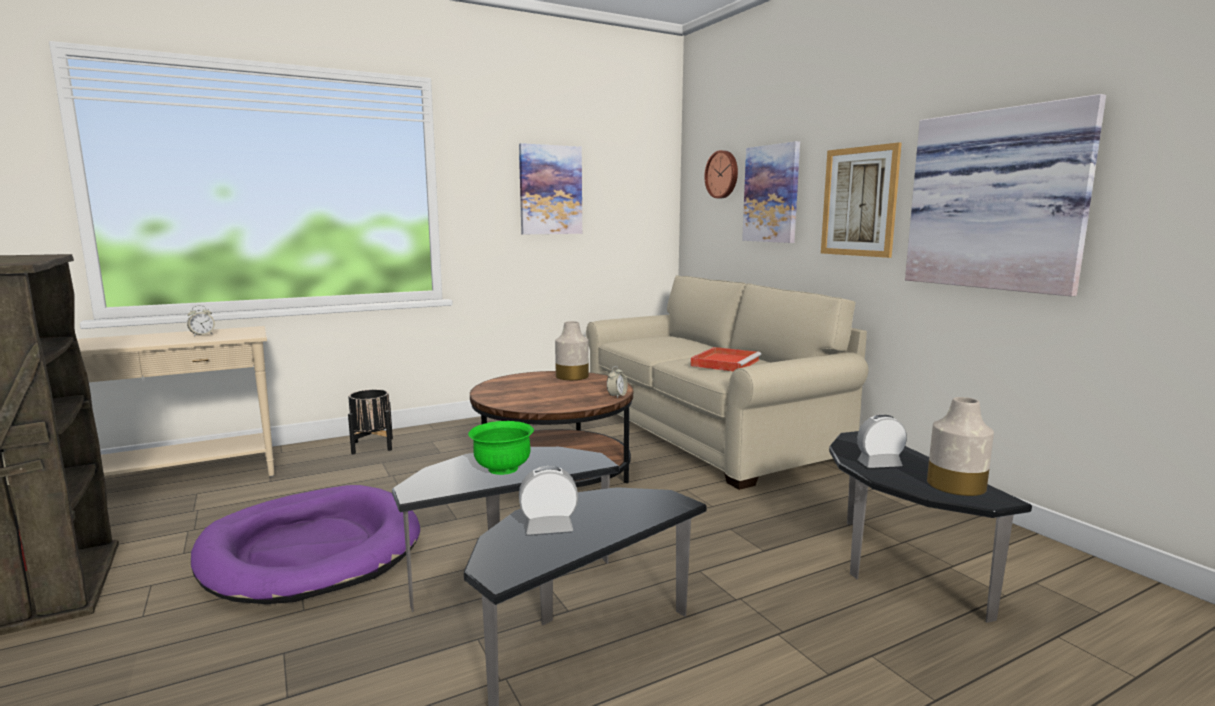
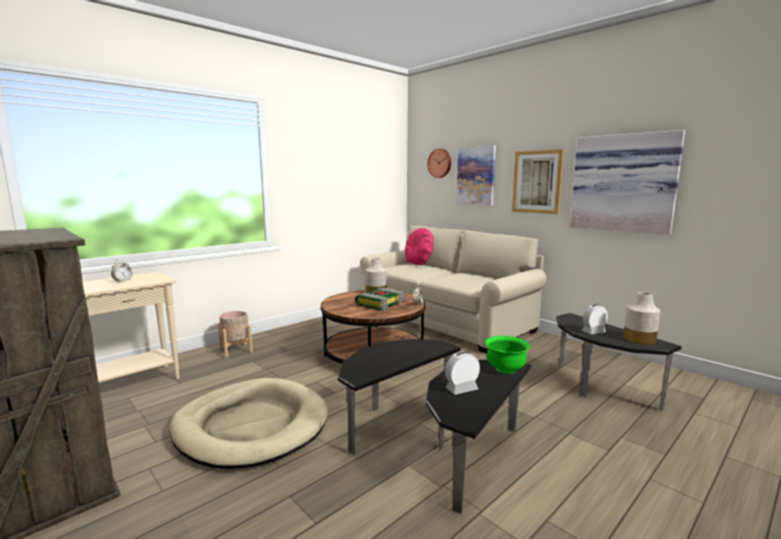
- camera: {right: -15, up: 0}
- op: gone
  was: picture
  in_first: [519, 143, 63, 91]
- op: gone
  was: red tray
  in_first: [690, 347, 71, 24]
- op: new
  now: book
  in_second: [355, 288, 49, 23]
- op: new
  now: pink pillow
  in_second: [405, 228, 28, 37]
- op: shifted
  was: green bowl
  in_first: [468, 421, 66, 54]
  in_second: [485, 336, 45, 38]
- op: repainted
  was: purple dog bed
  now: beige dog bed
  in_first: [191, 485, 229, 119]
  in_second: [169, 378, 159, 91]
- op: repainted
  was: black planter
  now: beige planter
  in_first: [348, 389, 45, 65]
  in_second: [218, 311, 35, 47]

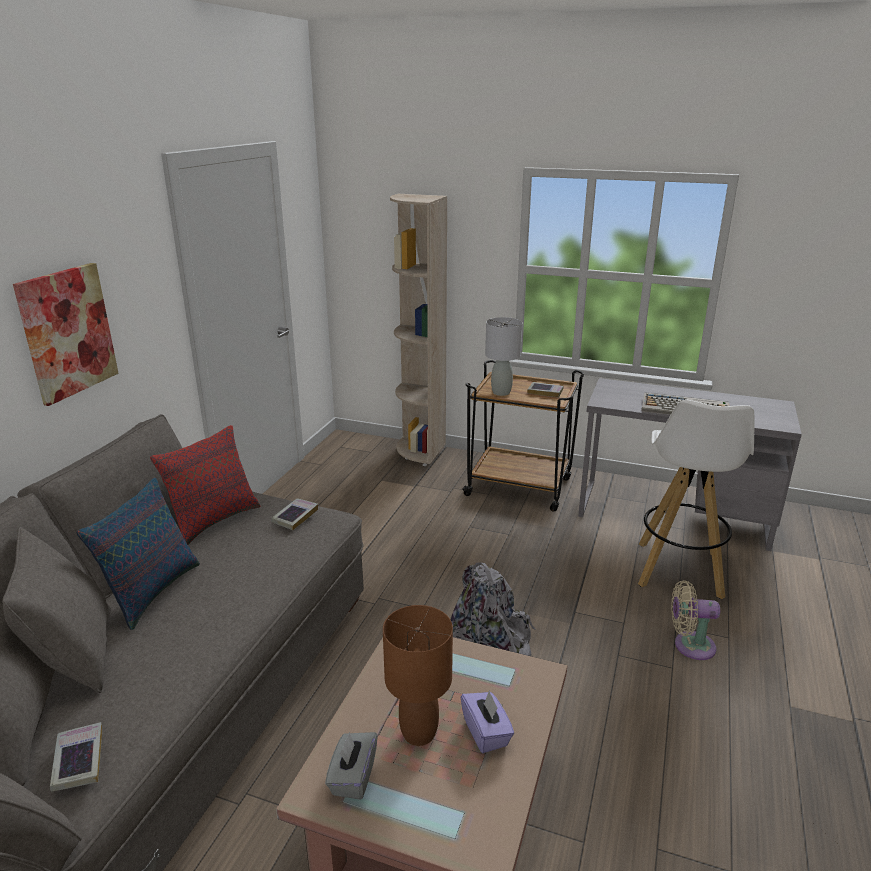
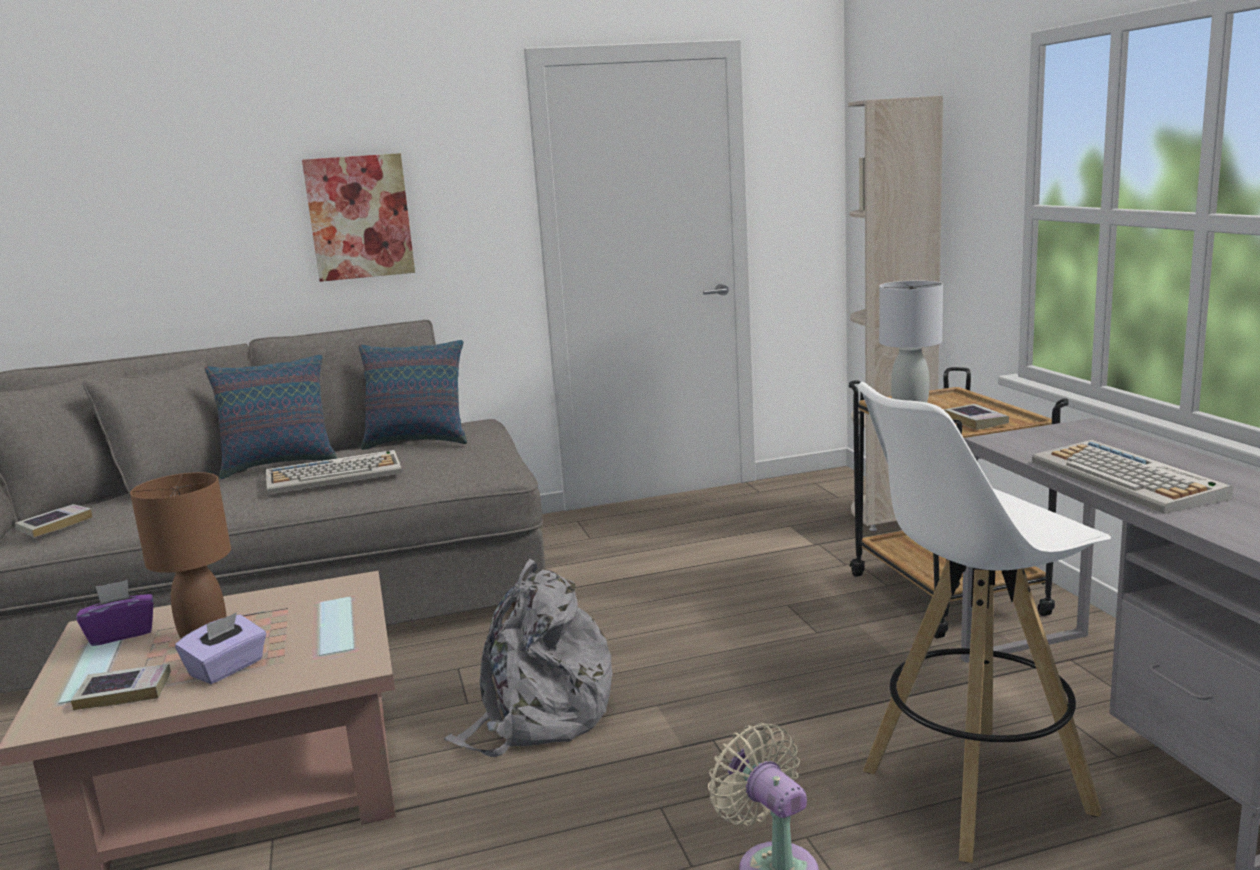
- camera: {right: 55, up: -10}
- op: new
  now: keyboard
  in_second: [266, 450, 136, 44]
- op: shifted
  was: book
  in_first: [271, 498, 47, 32]
  in_second: [71, 664, 100, 46]
- op: repainted
  was: red pillow
  now: blue pillow
  in_first: [150, 425, 111, 120]
  in_second: [359, 340, 108, 110]
- op: repainted
  was: grey tissue box
  now: purple tissue box
  in_first: [325, 732, 53, 68]
  in_second: [76, 580, 77, 66]

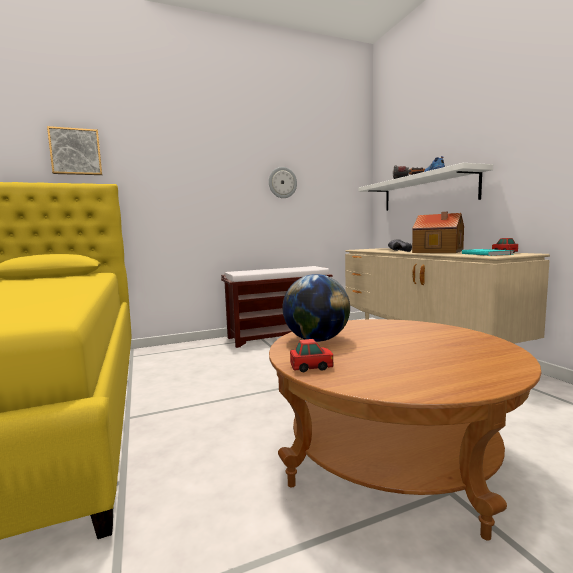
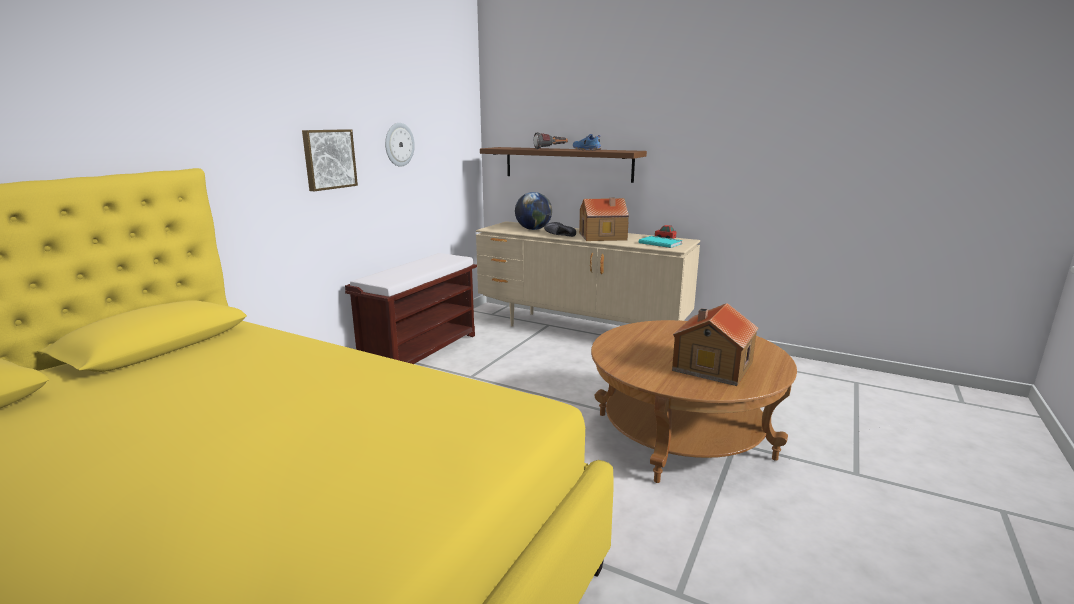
- camera: {right: -40, up: 10}
- op: gone
  was: toy car
  in_first: [290, 339, 43, 33]
- op: new
  now: toy house
  in_second: [672, 303, 87, 83]
- op: shifted
  was: picture
  in_first: [47, 126, 56, 49]
  in_second: [302, 129, 56, 62]
- op: shifted
  was: globe
  in_first: [282, 274, 68, 68]
  in_second: [515, 192, 37, 38]
- op: repainted
  was: white shelf
  now: brown shelf
  in_first: [358, 163, 135, 48]
  in_second: [480, 147, 167, 36]

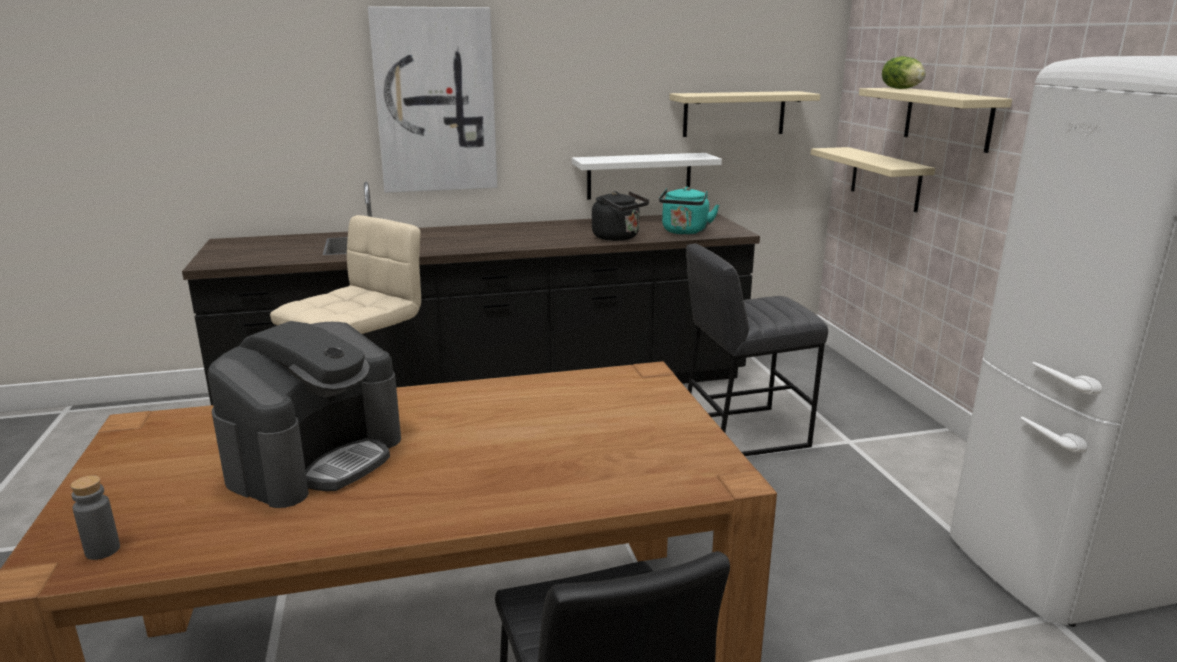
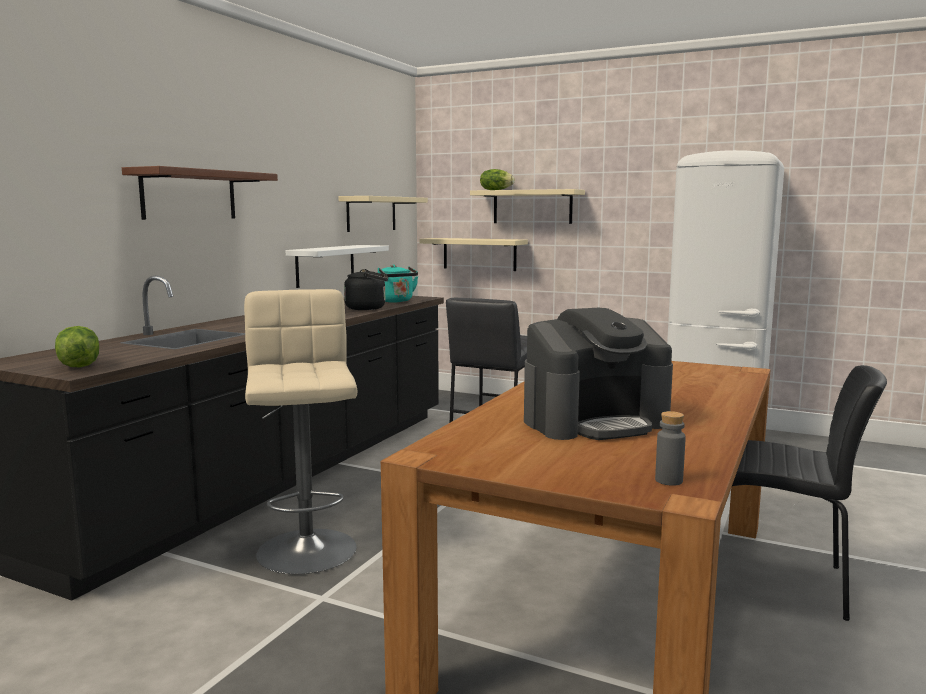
- camera: {right: -50, up: -10}
- op: new
  now: lettuce
  in_second: [55, 326, 44, 42]
- op: swapped
  was: picture
  now: brown shelf
  in_first: [368, 6, 129, 187]
  in_second: [122, 166, 156, 54]
- op: rotated
  was: coffee machine
  in_first: [208, 321, 193, 187]
  in_second: [524, 308, 149, 132]
  clockwise: 90

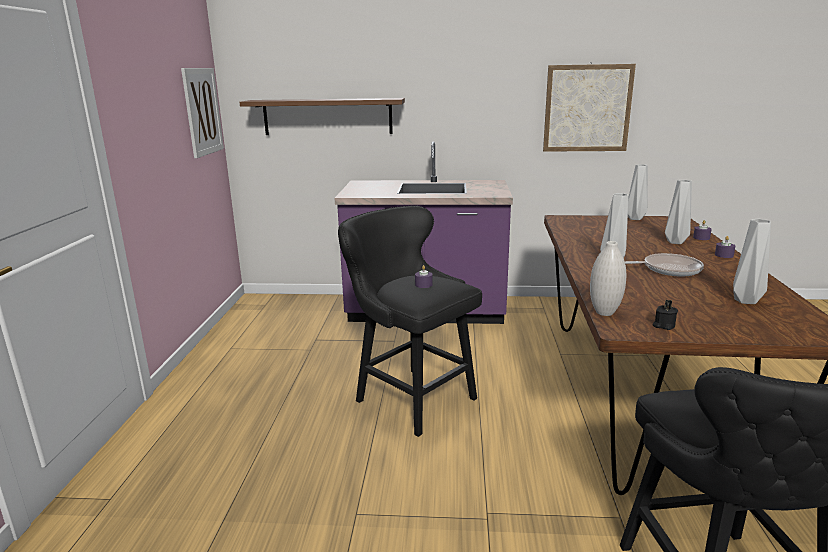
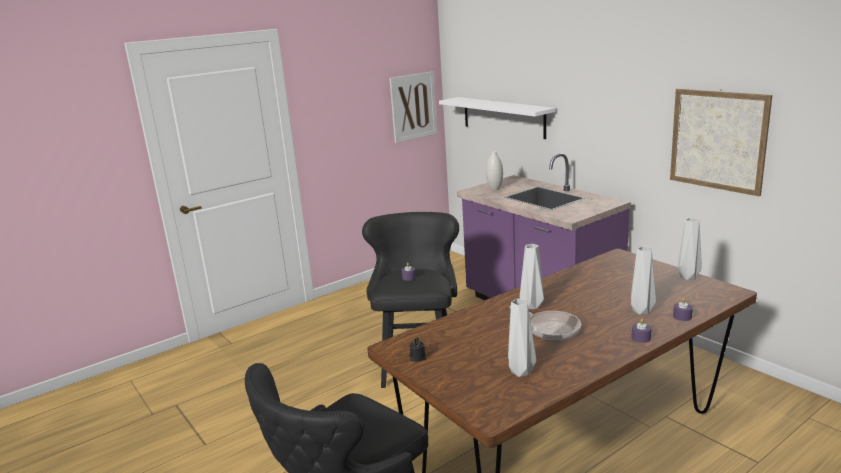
- camera: {right: 50, up: 0}
- op: shifted
  was: white vase
  in_first: [590, 241, 37, 75]
  in_second: [486, 151, 17, 39]
- op: repainted
  was: brown shelf
  now: white shelf
  in_first: [240, 98, 165, 37]
  in_second: [439, 97, 116, 42]

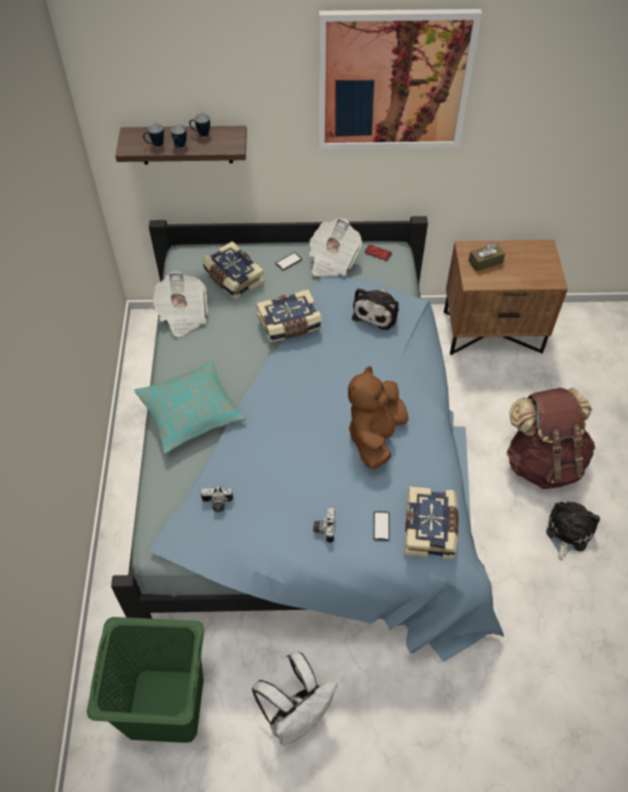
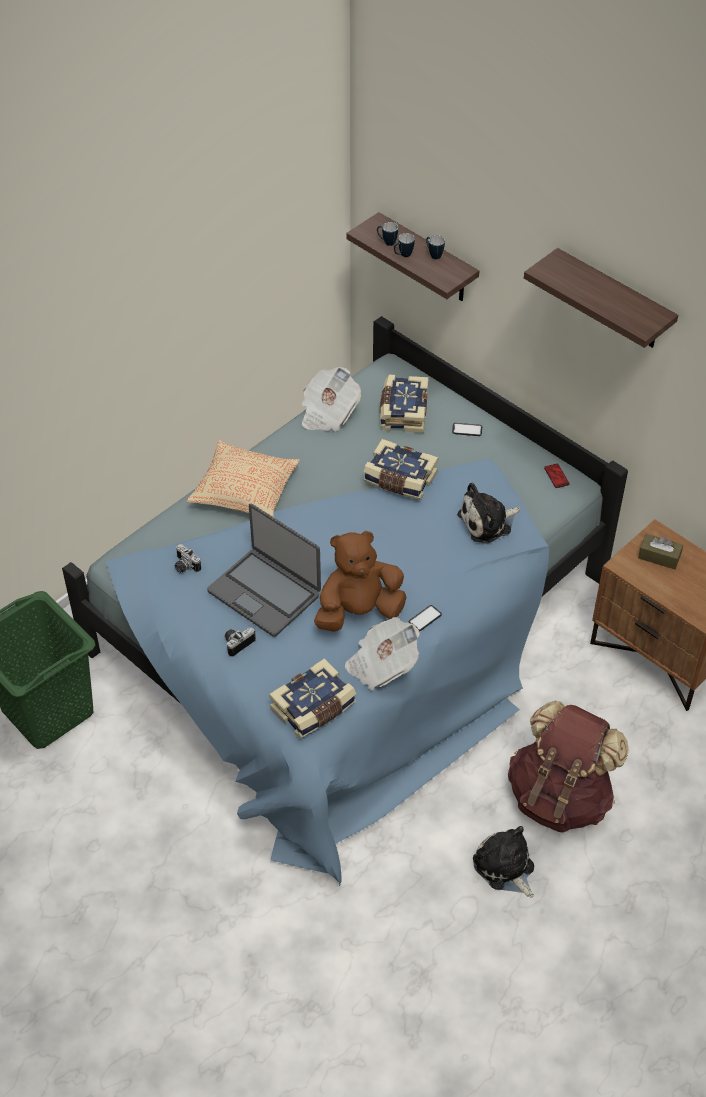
- camera: {right: 45, up: -5}
- op: gone
  was: white backpack
  in_first: [252, 651, 85, 94]
- op: new
  now: laptop
  in_second: [207, 503, 114, 134]
- op: shifted
  was: newspaper
  in_first: [309, 218, 53, 59]
  in_second: [345, 617, 75, 73]
- op: shifted
  was: phone
  in_first: [373, 511, 17, 30]
  in_second: [408, 605, 34, 26]
- op: swapped
  was: picture
  now: shelf
  in_first: [319, 9, 163, 140]
  in_second: [524, 248, 154, 100]
- op: repainted
  was: turquoise pillow
  now: beige pillow
  in_first: [134, 360, 112, 94]
  in_second: [187, 440, 113, 77]
- op: rotated
  was: plush toy
  in_first: [546, 501, 54, 60]
  in_second: [473, 826, 61, 71]
  clockwise: -105

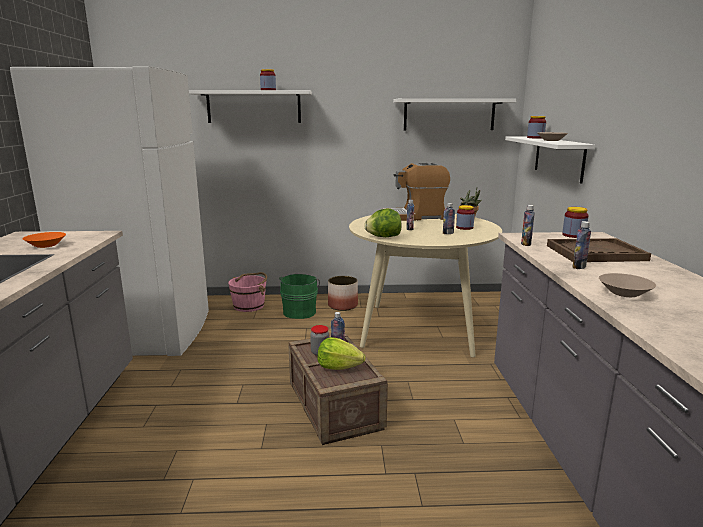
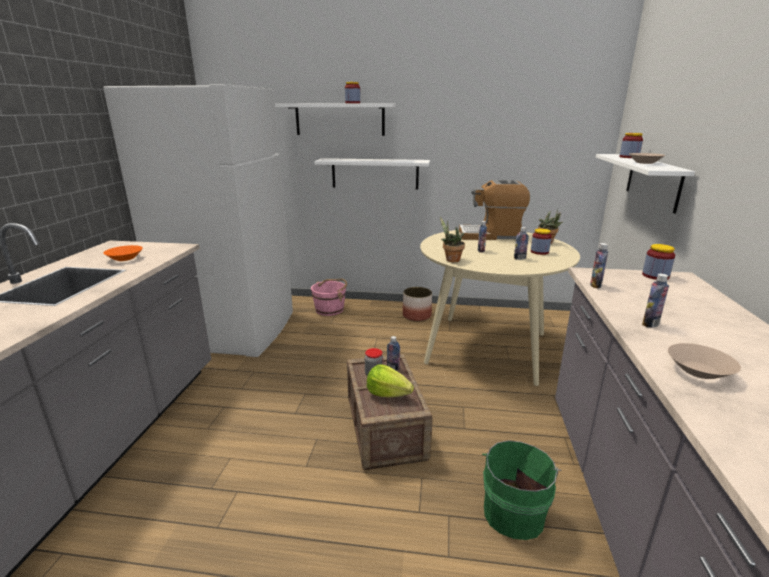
- camera: {right: 10, up: 5}
- op: gone
  was: brown tray
  in_first: [547, 238, 104, 24]
- op: shifted
  was: green bucket
  in_first: [279, 274, 41, 45]
  in_second: [482, 440, 80, 100]
- op: shifted
  was: white shelf
  in_first: [393, 99, 123, 31]
  in_second: [314, 158, 116, 31]
- op: swapped
  was: lettuce
  now: potted plant
  in_first: [364, 209, 38, 28]
  in_second: [440, 217, 25, 45]

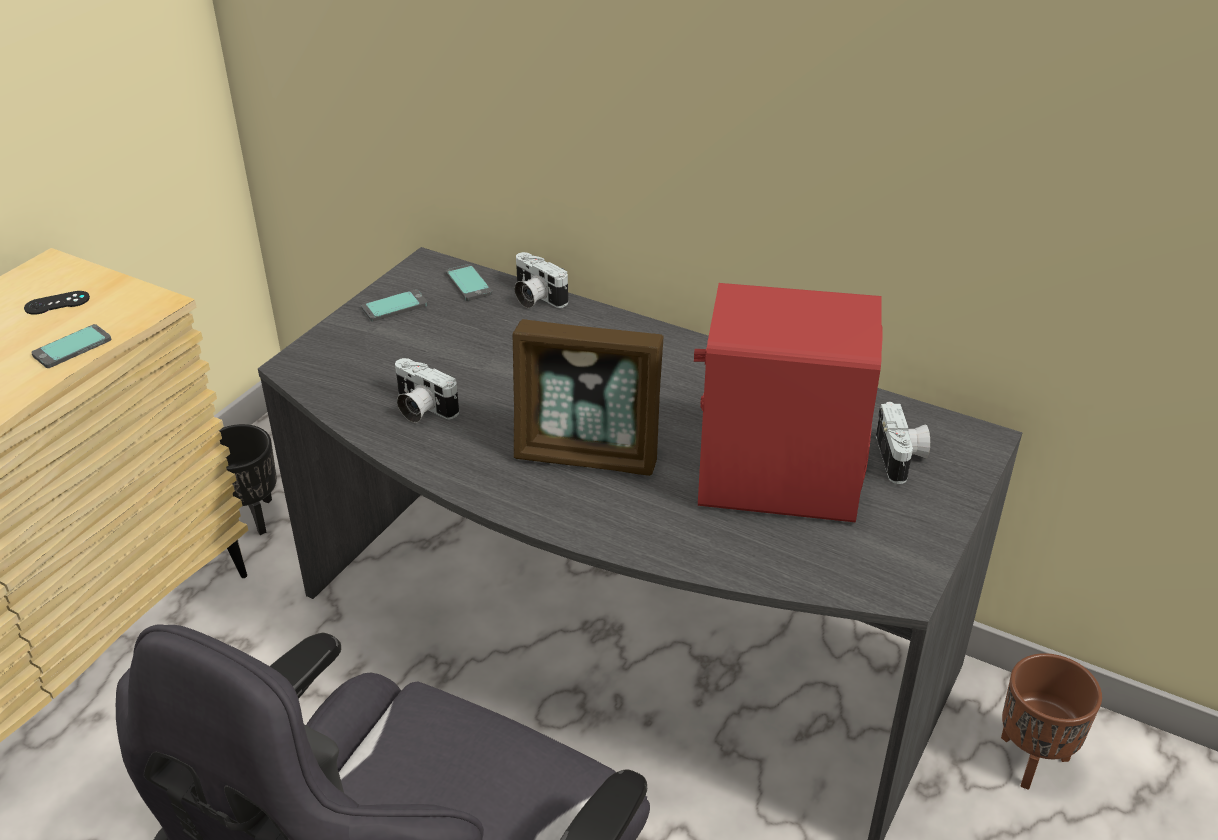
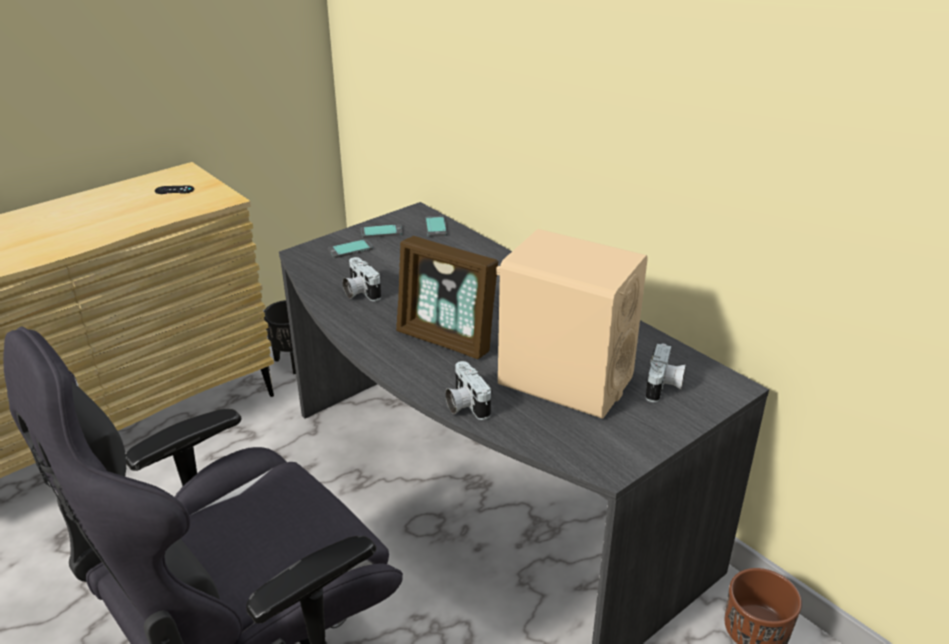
- camera: {right: 20, up: -5}
- op: shifted
  was: phone
  in_first: [31, 324, 81, 44]
  in_second: [327, 239, 46, 19]
- op: shifted
  was: photo camera
  in_first: [514, 252, 54, 56]
  in_second: [445, 361, 46, 59]
- op: repainted
  was: red speaker
  now: beige speaker
  in_first: [694, 283, 189, 239]
  in_second: [496, 229, 152, 190]

